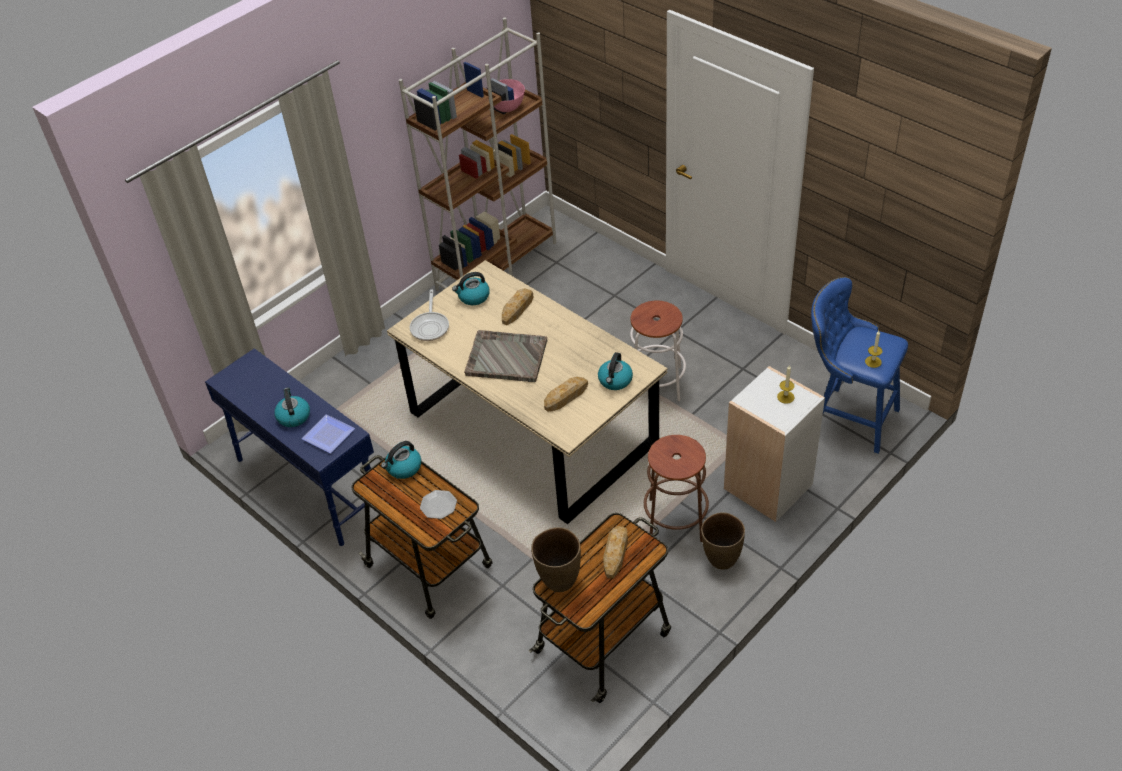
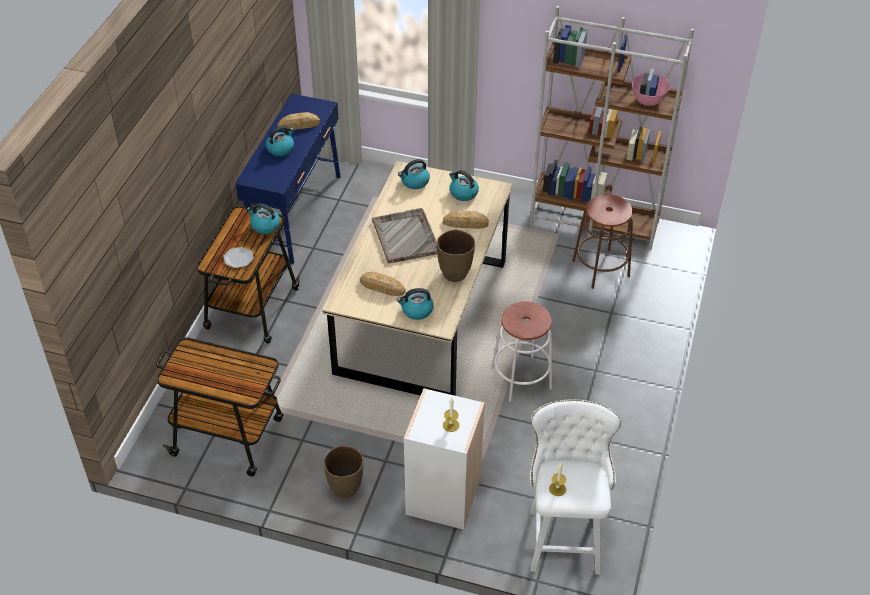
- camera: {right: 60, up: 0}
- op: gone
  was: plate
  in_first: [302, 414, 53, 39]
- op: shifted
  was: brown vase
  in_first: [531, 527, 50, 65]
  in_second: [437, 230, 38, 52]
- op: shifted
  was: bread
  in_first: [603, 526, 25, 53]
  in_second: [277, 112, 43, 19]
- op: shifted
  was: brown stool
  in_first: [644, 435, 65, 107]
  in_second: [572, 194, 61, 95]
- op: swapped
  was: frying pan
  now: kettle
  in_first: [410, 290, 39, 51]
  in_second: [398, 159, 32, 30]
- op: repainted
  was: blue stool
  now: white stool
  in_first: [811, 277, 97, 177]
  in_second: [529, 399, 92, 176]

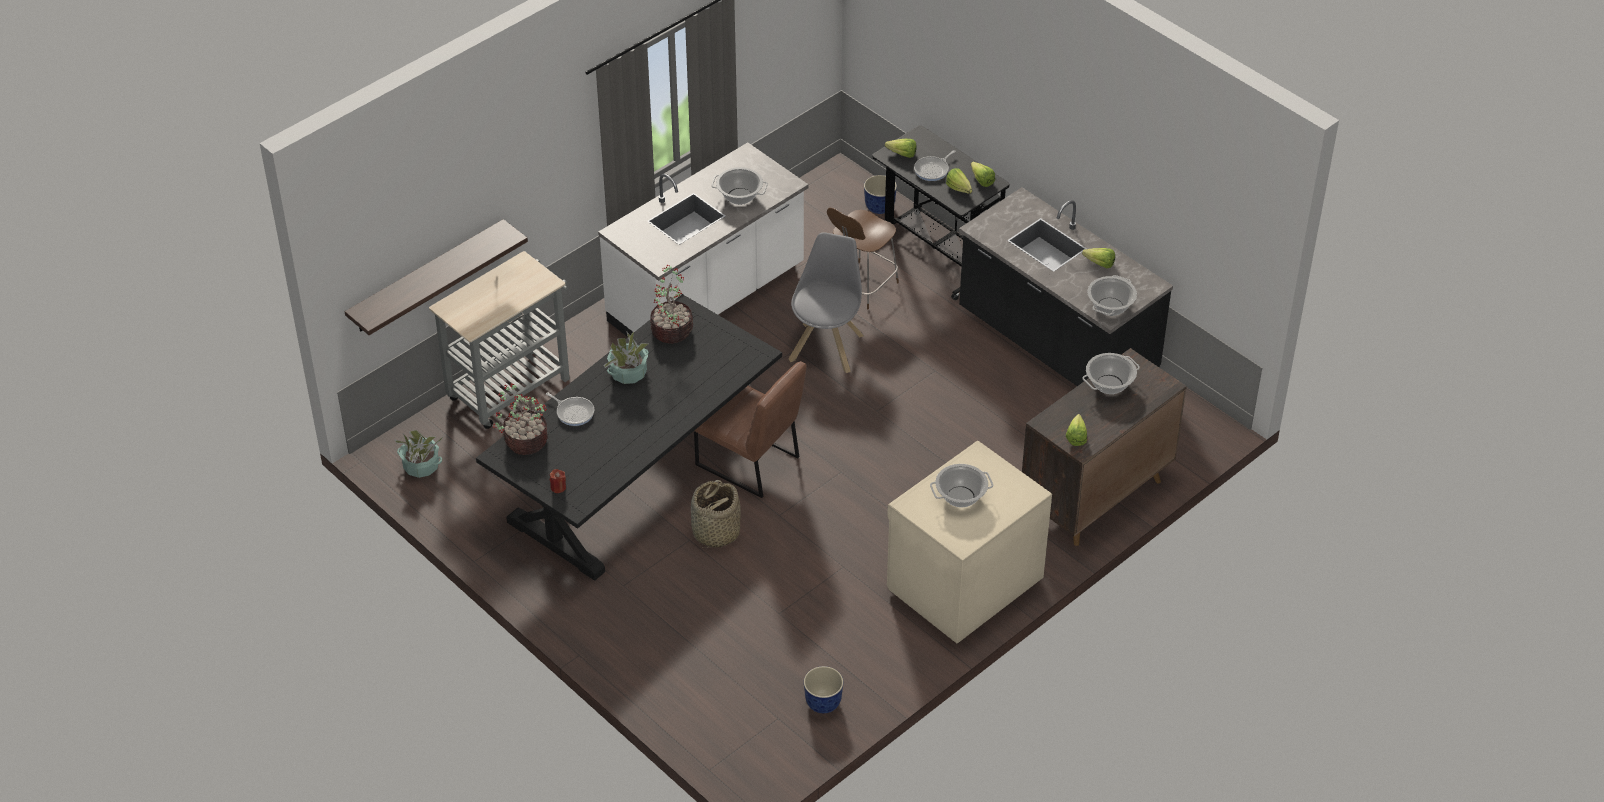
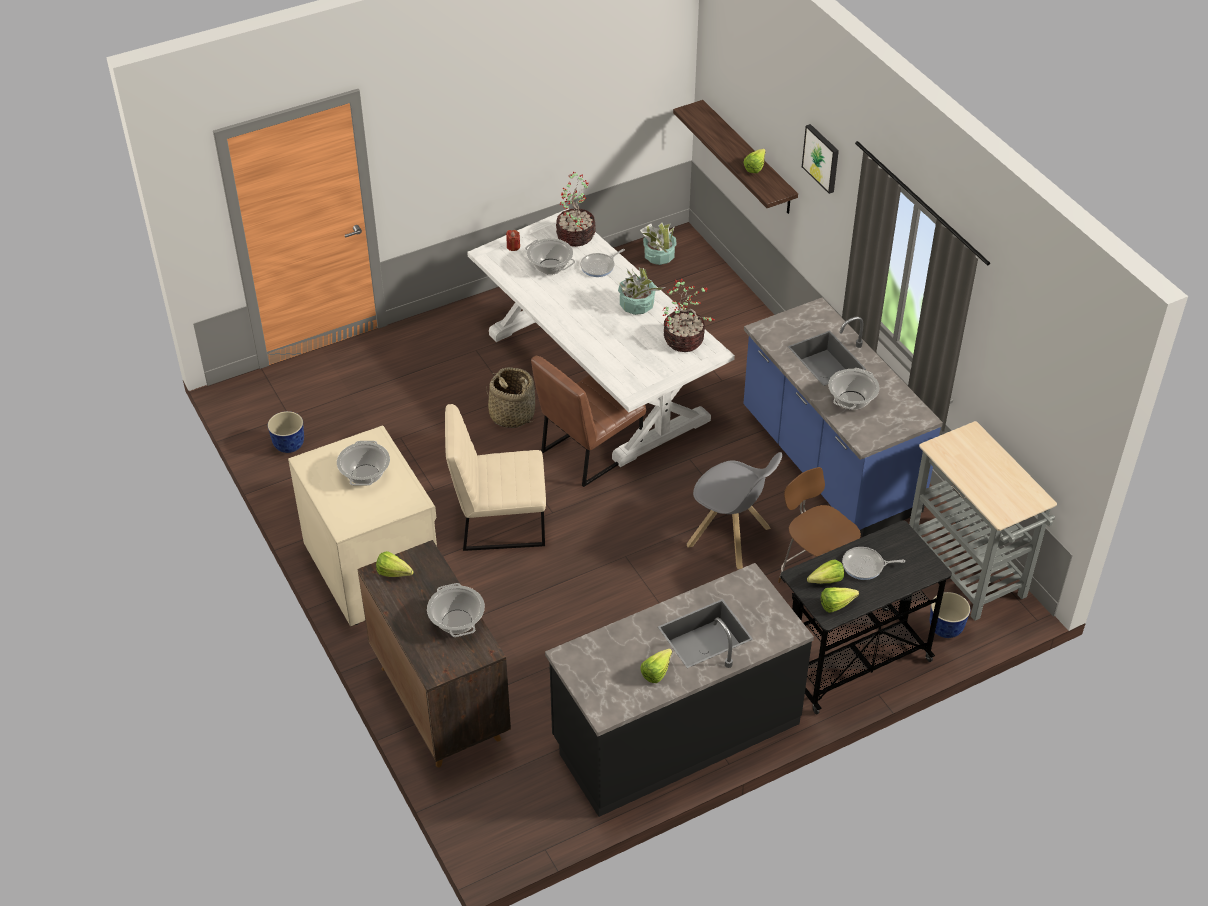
- camera: {right: 105, up: 0}
- op: new
  now: beige chair
  in_second: [445, 404, 101, 147]
- op: new
  now: picture
  in_second: [802, 124, 37, 70]
- op: shifted
  was: grey cart
  in_first: [429, 251, 141, 178]
  in_second: [909, 421, 148, 200]
- op: shifted
  was: lettuce
  in_first: [885, 139, 31, 19]
  in_second: [743, 149, 23, 24]
- op: shifted
  was: cooking pot
  in_first: [1087, 275, 50, 41]
  in_second: [525, 238, 50, 37]
- op: repainted
  was: black dining table
  now: white dining table
  in_first: [476, 294, 306, 287]
  in_second: [467, 208, 268, 259]
- op: repainted
  was: white counter
  now: blue counter
  in_first: [598, 142, 210, 195]
  in_second: [743, 298, 200, 239]
- op: rotated
  was: frying pan
  in_first: [914, 150, 42, 31]
  in_second: [842, 547, 63, 33]
  clockwise: -60

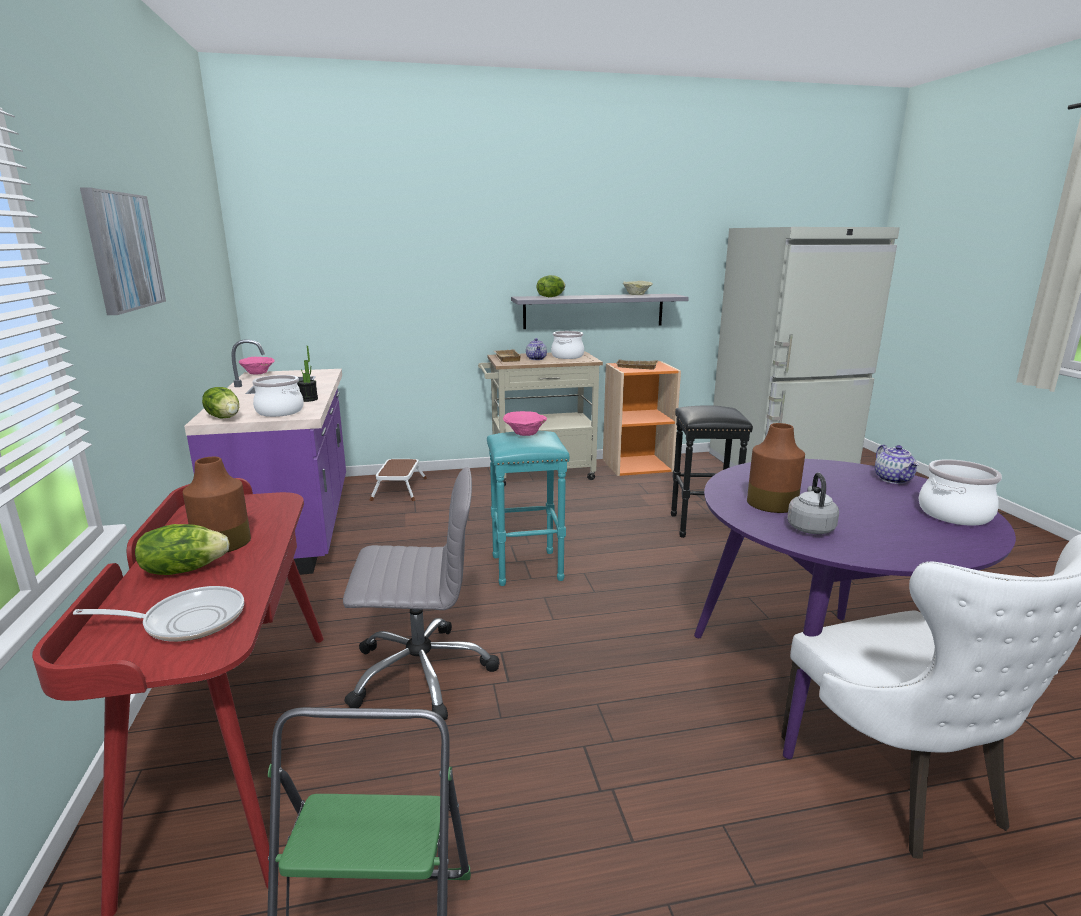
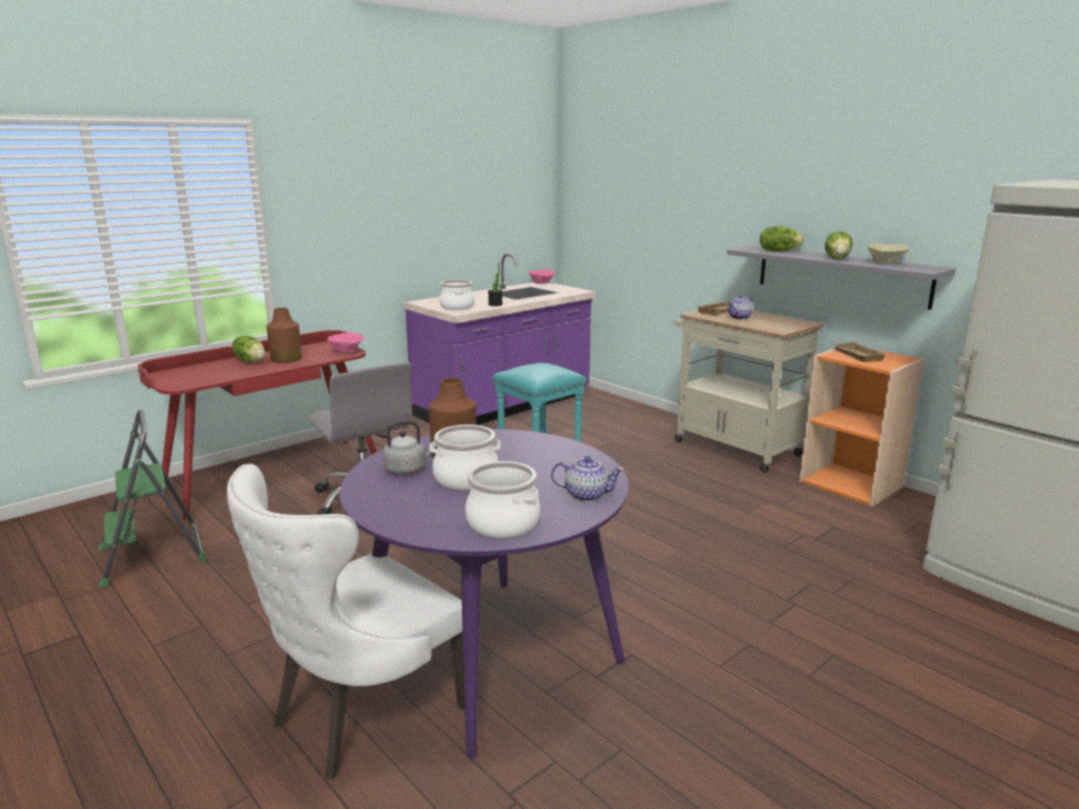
- camera: {right: 60, up: 0}
- op: gone
  was: frying pan
  in_first: [73, 586, 171, 56]
- op: gone
  was: picture
  in_first: [80, 187, 86, 128]
- op: gone
  was: brown step ladder
  in_first: [370, 459, 57, 42]
- op: gone
  was: black stool
  in_first: [671, 405, 82, 133]
- op: shifted
  was: lettuce
  in_first: [202, 387, 37, 32]
  in_second: [825, 231, 27, 28]
- op: shifted
  was: pink bowl
  in_first: [503, 411, 44, 25]
  in_second: [327, 332, 37, 21]
- op: shifted
  was: cooking pot
  in_first: [551, 331, 33, 28]
  in_second: [429, 425, 72, 65]
- op: rotated
  was: teapot
  in_first: [875, 445, 44, 39]
  in_second: [551, 456, 73, 46]
  clockwise: -135

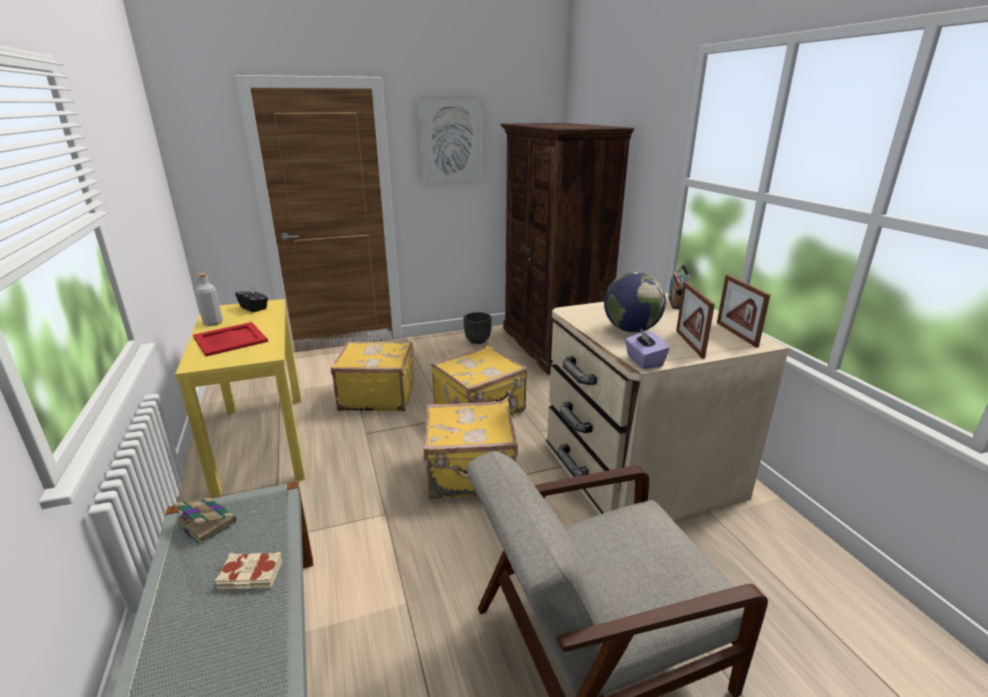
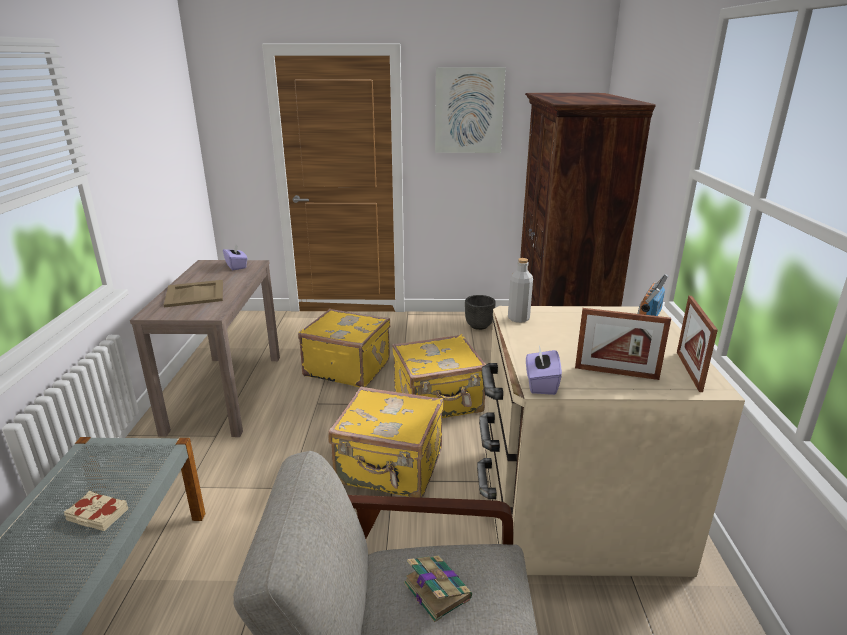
- camera: {right: 20, up: 0}
- op: gone
  was: globe
  in_first: [604, 272, 62, 60]
- op: shifted
  was: book
  in_first: [174, 498, 62, 47]
  in_second: [404, 556, 68, 66]
- op: shifted
  was: grey bottle
  in_first: [195, 273, 28, 53]
  in_second: [508, 258, 25, 65]
- op: repainted
  was: yellow console table
  now: brown console table
  in_first: [175, 299, 130, 200]
  in_second: [130, 260, 150, 177]
- op: repainted
  was: red tray
  now: beige tray
  in_first: [193, 322, 75, 34]
  in_second: [164, 280, 59, 27]
- op: repainted
  was: black tissue box
  now: purple tissue box
  in_first: [235, 284, 33, 28]
  in_second: [223, 244, 25, 26]
- op: rotated
  was: picture frame
  in_first: [676, 282, 39, 77]
  in_second: [575, 308, 96, 72]
  clockwise: -90

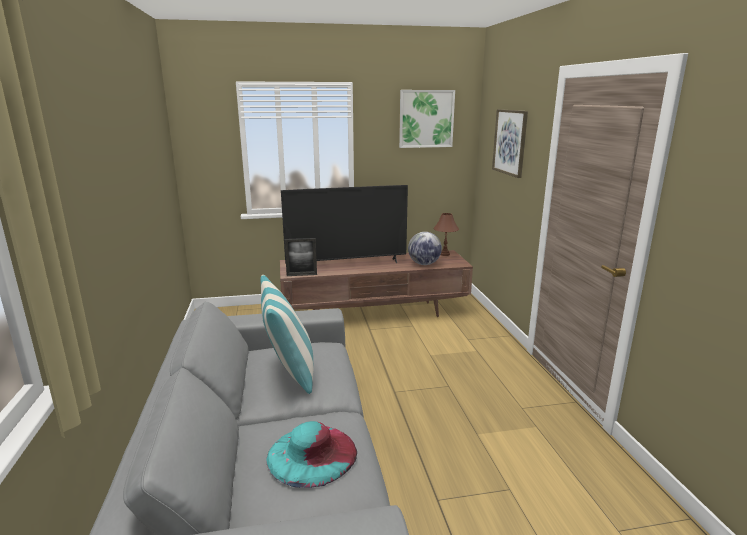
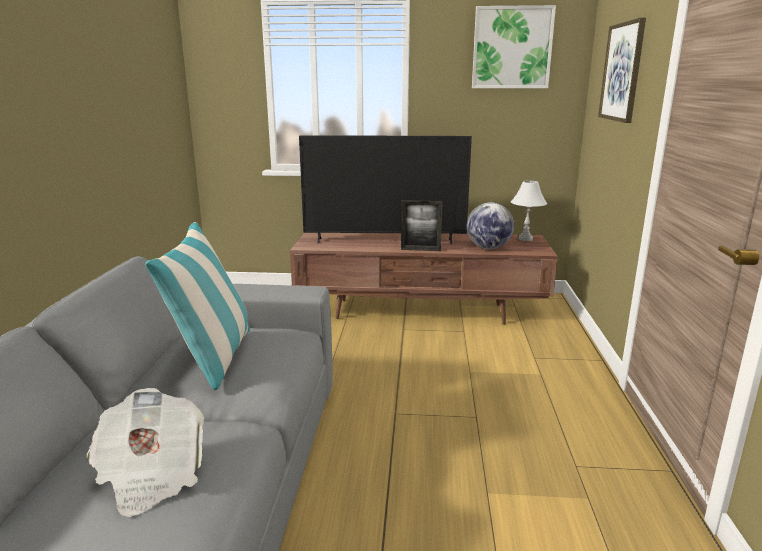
- camera: {right: 15, up: 0}
- op: shifted
  was: picture frame
  in_first: [284, 238, 33, 38]
  in_second: [401, 200, 42, 51]
- op: swapped
  was: turquoise hat
  now: newspaper
  in_first: [266, 421, 91, 67]
  in_second: [87, 388, 117, 129]
- op: repainted
  was: brown table lamp
  now: white table lamp
  in_first: [434, 213, 25, 43]
  in_second: [511, 181, 36, 60]

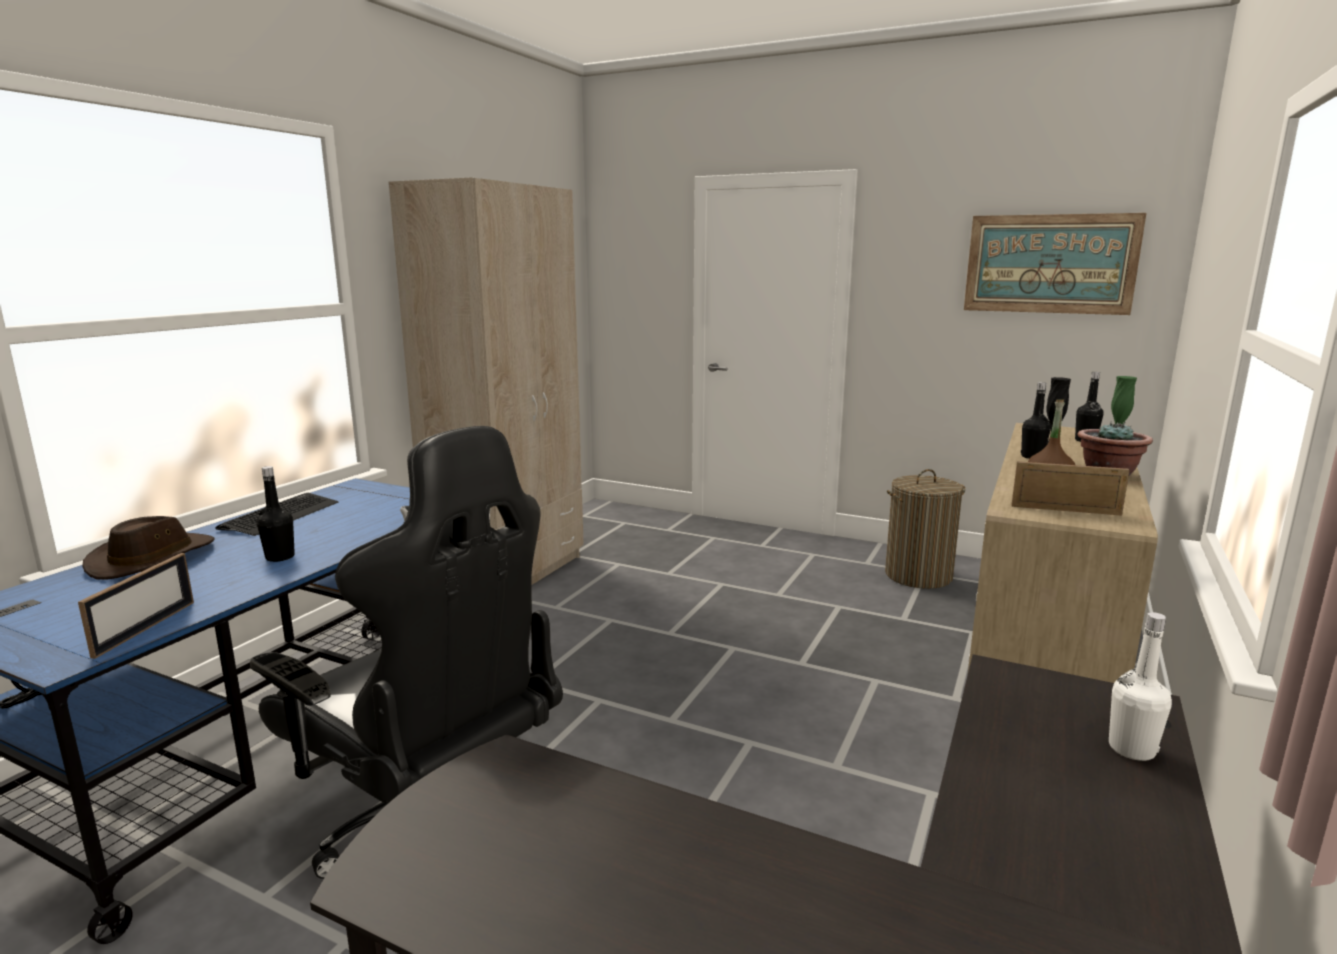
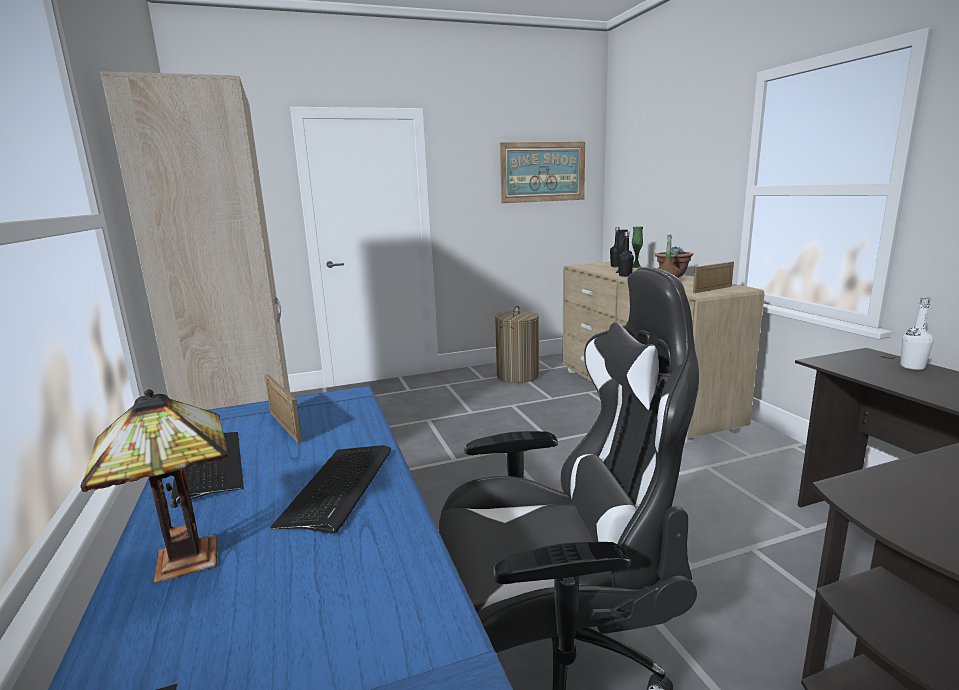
- camera: {right: -45, up: 0}
- op: shifted
  was: picture frame
  in_first: [78, 553, 116, 106]
  in_second: [265, 374, 37, 70]
- op: swapped
  was: brown hat
  now: table lamp
  in_first: [82, 516, 132, 64]
  in_second: [80, 389, 148, 195]
- op: swapped
  was: black bottle
  now: keyboard
  in_first: [257, 466, 38, 96]
  in_second: [270, 445, 121, 89]

